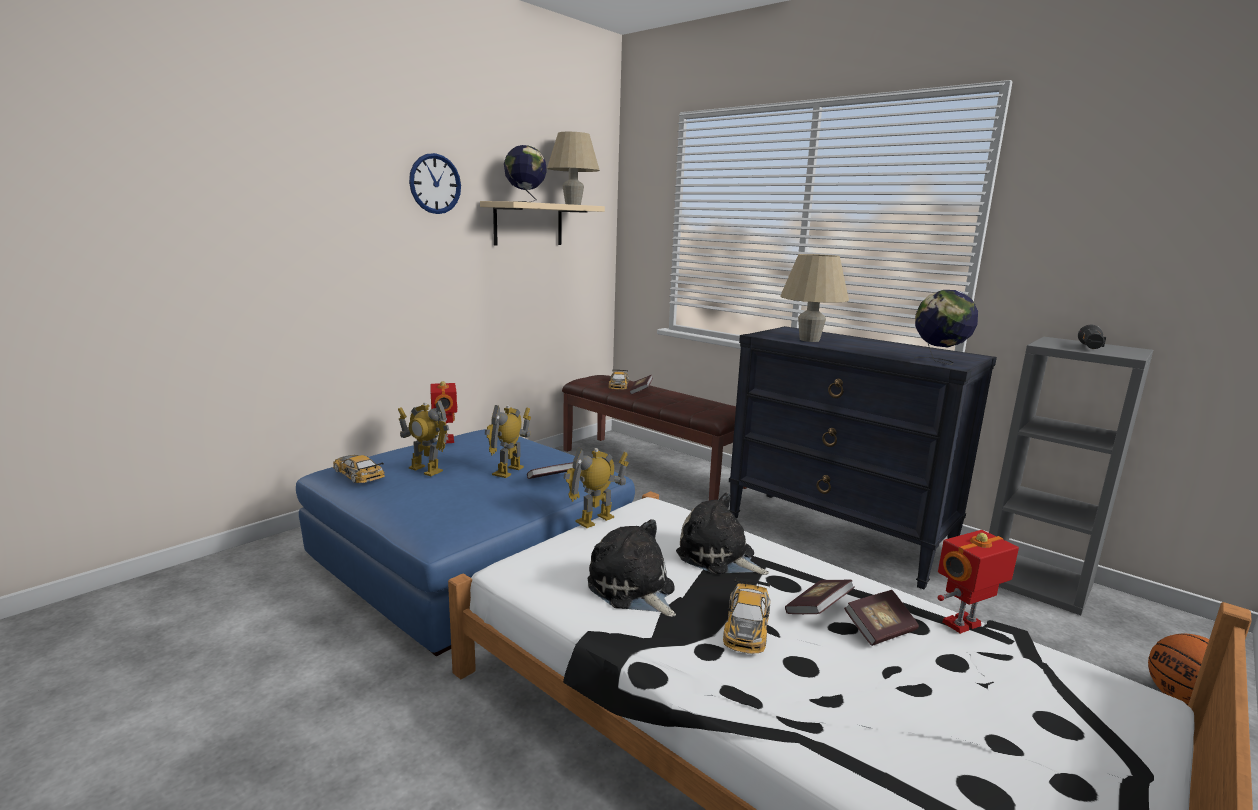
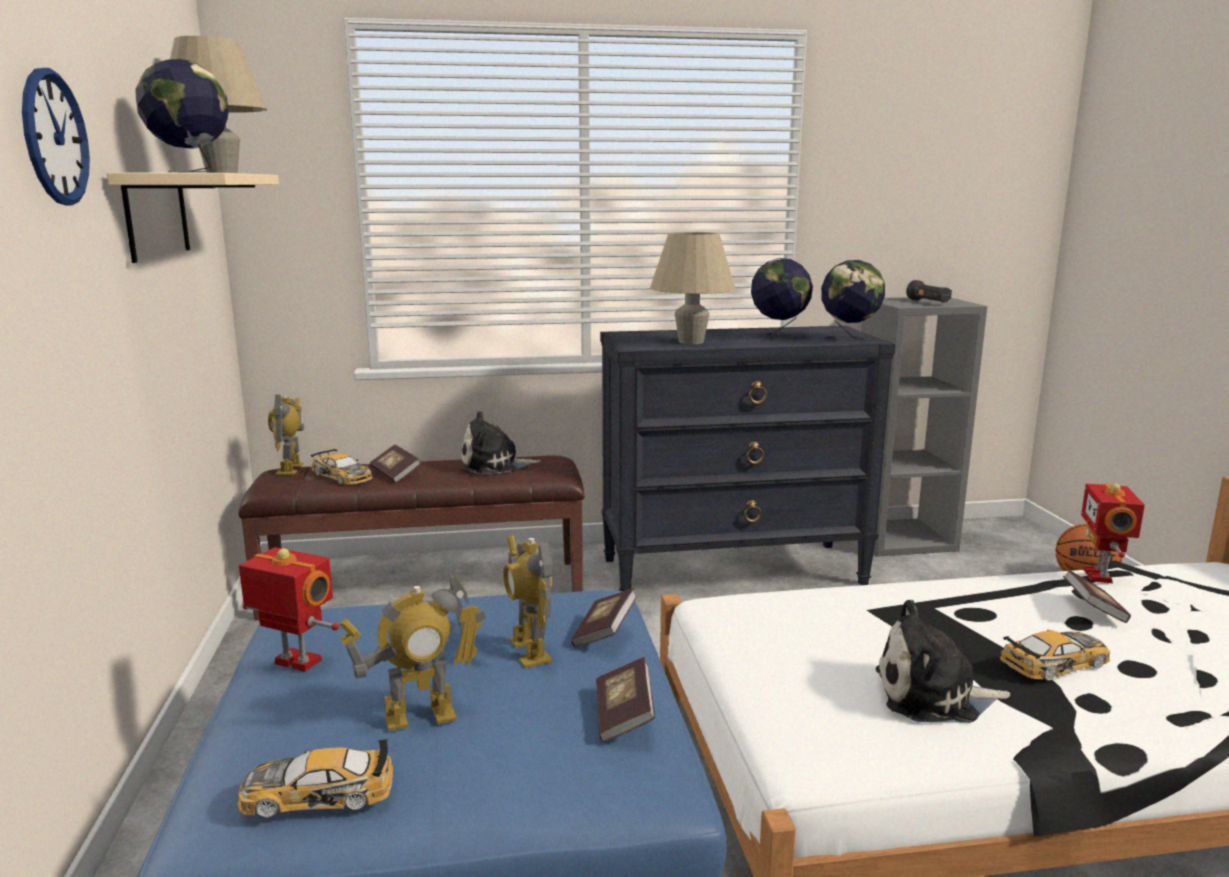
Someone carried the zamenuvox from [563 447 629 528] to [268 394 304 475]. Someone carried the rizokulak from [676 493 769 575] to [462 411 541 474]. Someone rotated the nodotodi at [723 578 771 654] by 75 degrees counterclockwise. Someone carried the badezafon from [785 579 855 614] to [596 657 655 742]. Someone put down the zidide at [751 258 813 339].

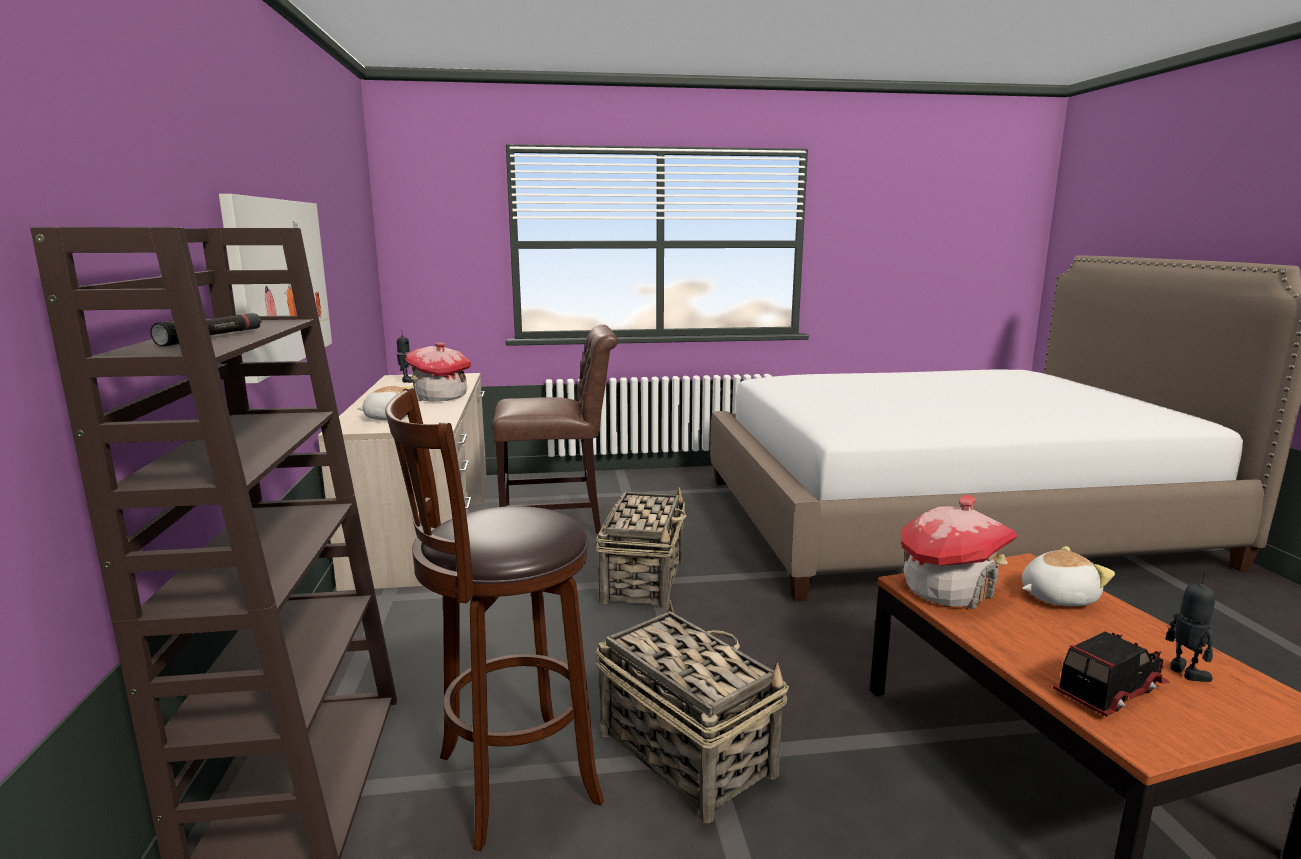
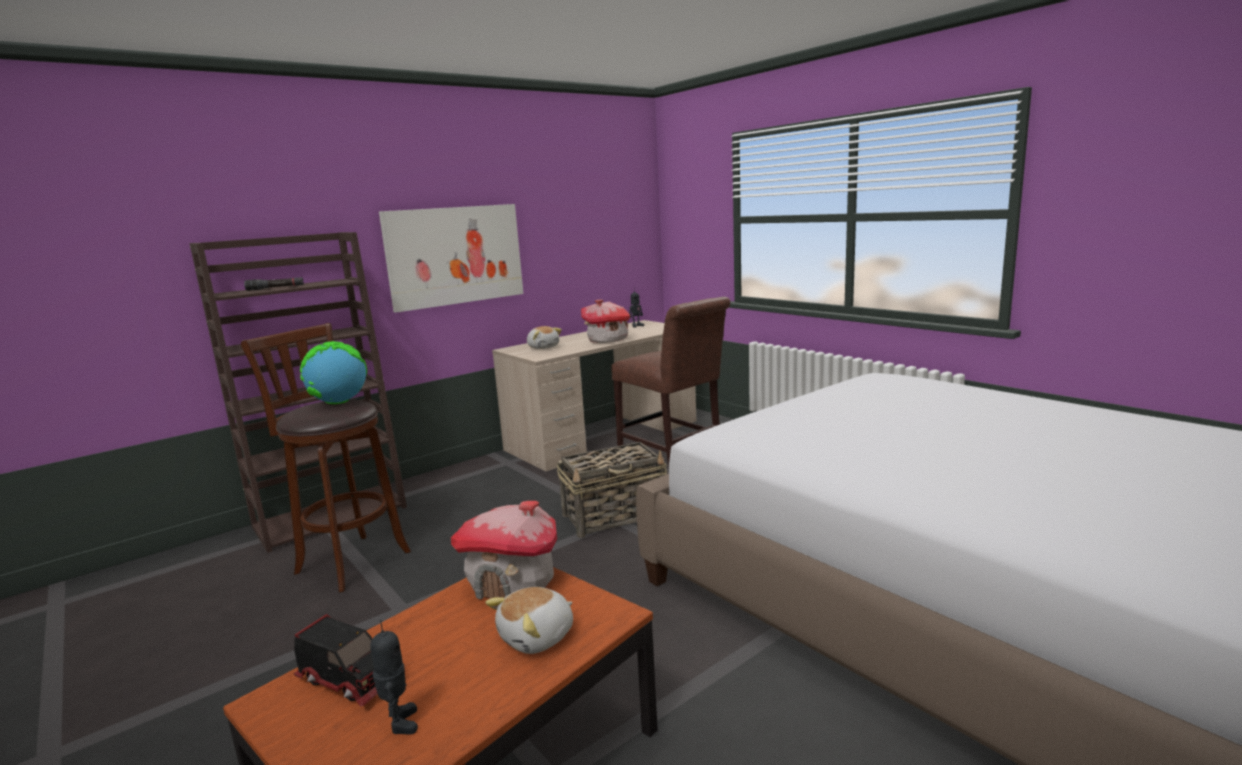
Someone rotated the rizokulak at [1022 546 1115 606] by 90 degrees clockwise. Someone rotated the zamenuvox at [1165 571 1215 682] by 60 degrees counterclockwise. Someone took away the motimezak at [596 600 789 823]. Someone put down the zidide at [300 341 367 404].

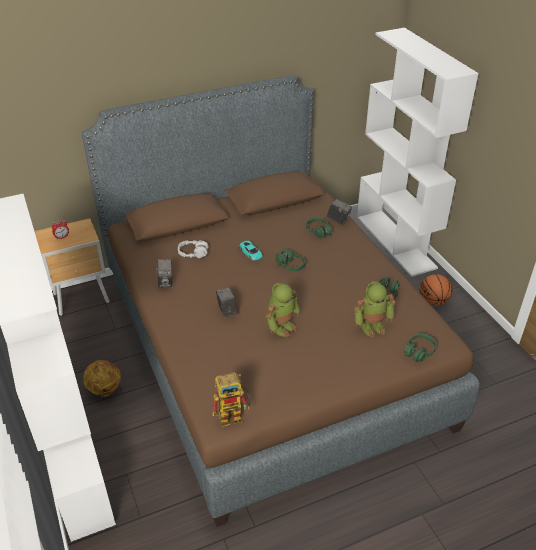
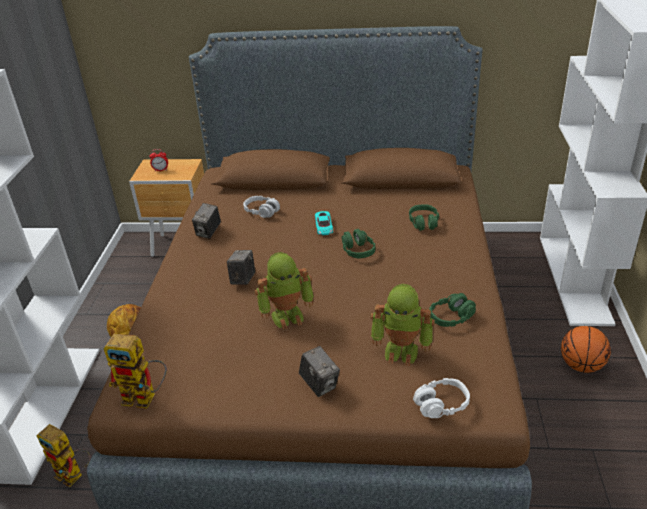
Someone carried the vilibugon from [327 199 352 225] to [299 346 340 397]. Someone repainted the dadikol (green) at [404 333 437 362], which became the dadikol (white) at [413 378 470 418]. Someone put down the zamenuvox at [37 424 90 487].

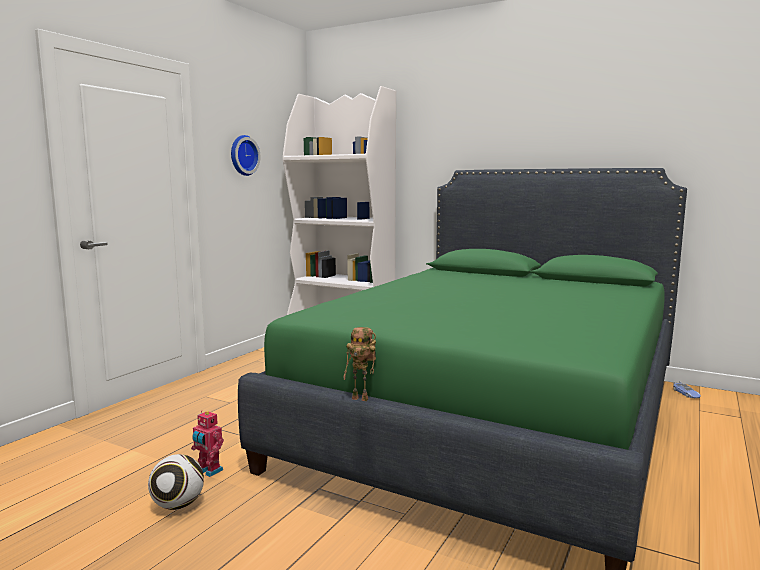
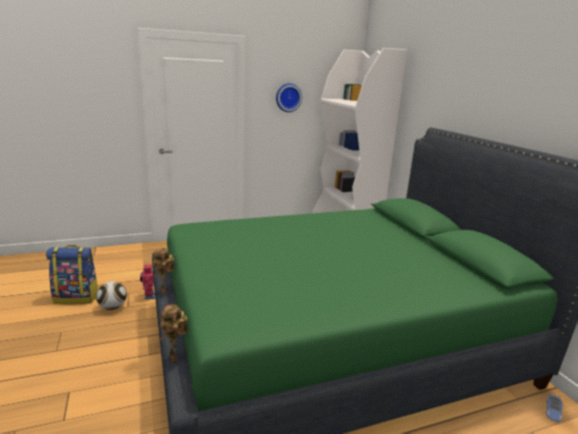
Someone put down the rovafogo at [46 245 98 304]. Someone put down the zamenuvox at [160 304 188 363].

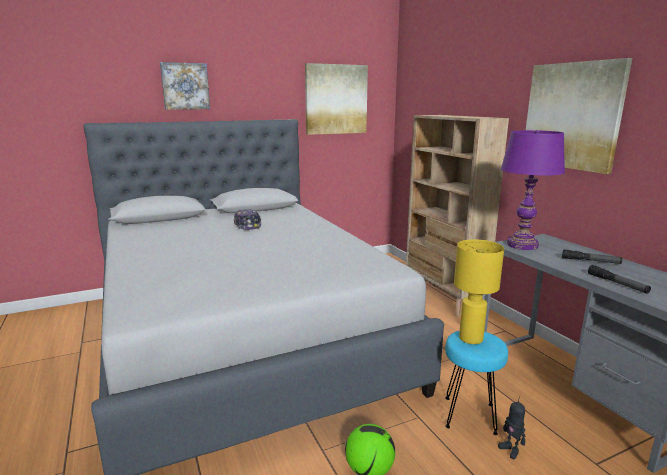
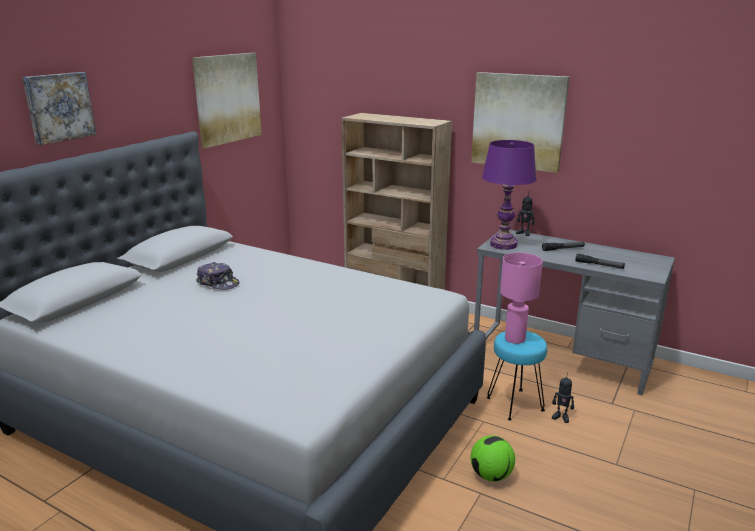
Someone repainted the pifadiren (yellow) at [454 239 504 344], which became the pifadiren (pink) at [500 253 543 344]. Someone put down the zamenuvox at [516 191 534 236].

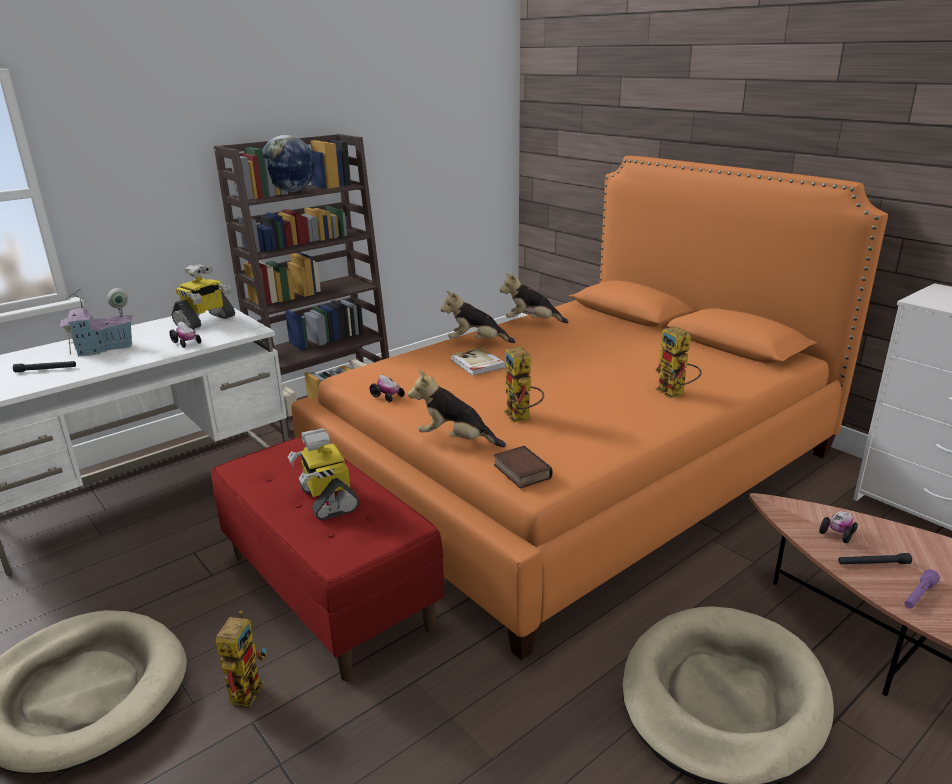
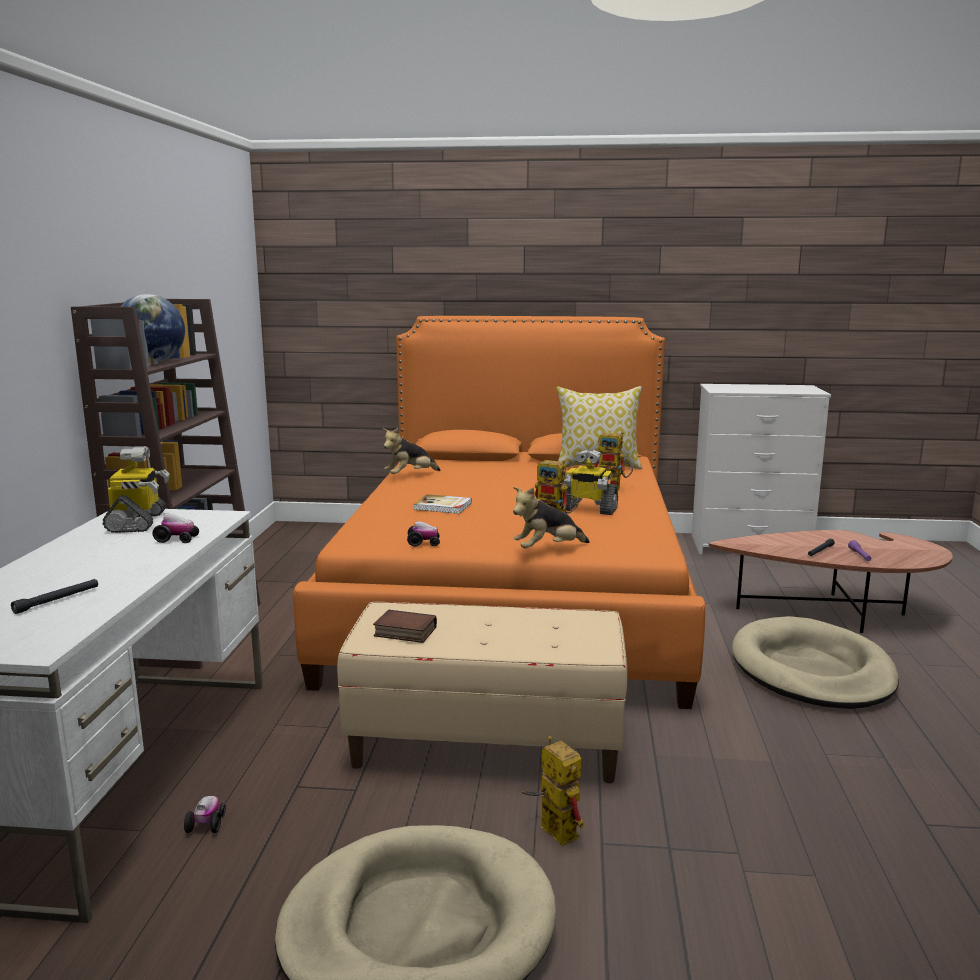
Someone took away the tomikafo at [60 288 134 357]. Someone took away the rizokulak at [441 290 515 343]. Someone carried the zamenuvox from [288 428 359 520] to [561 450 618 515]. Someone repainted the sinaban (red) at [211 437 444 681], which became the sinaban (beige) at [337 602 627 783]. Someone carried the badezafon from [494 446 553 489] to [373 610 437 643]. Someone carried the nodotodi from [819 511 858 543] to [184 796 226 833]. Someone put down the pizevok at [556 386 642 469].

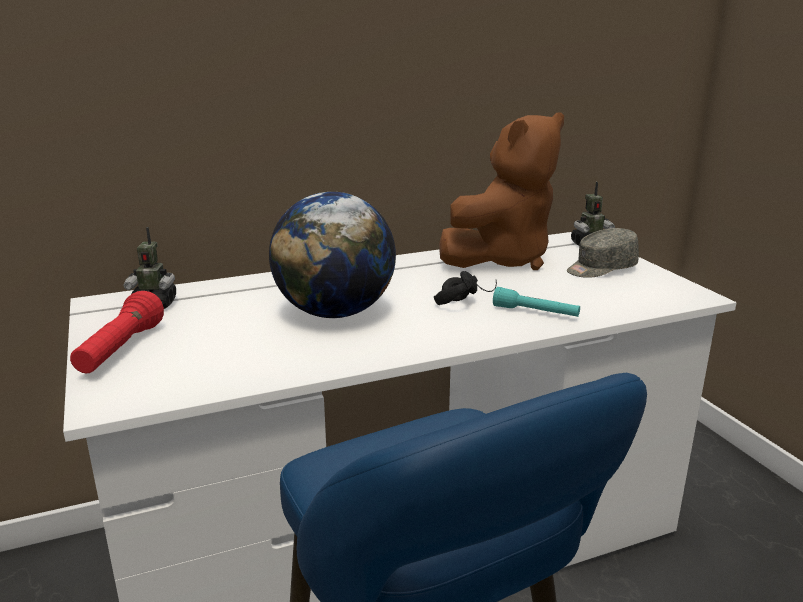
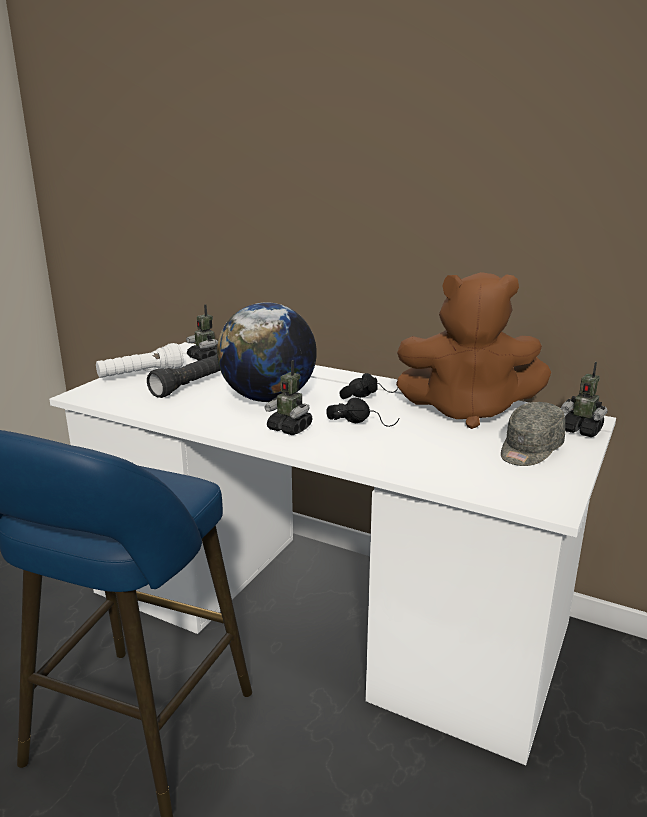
Someone rotated the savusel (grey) at [567 228 639 278] by 75 degrees counterclockwise. Someone took away the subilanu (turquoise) at [493 287 580 317]. Someone repainted the subilanu (red) at [70 291 164 374], which became the subilanu (white) at [96 343 184 378]. Someone put down the subilanu (black) at [147 354 220 398]. Someone put down the zamenuvox at [265 360 312 435]. Someone put down the dadikol (black) at [340 373 398 399].

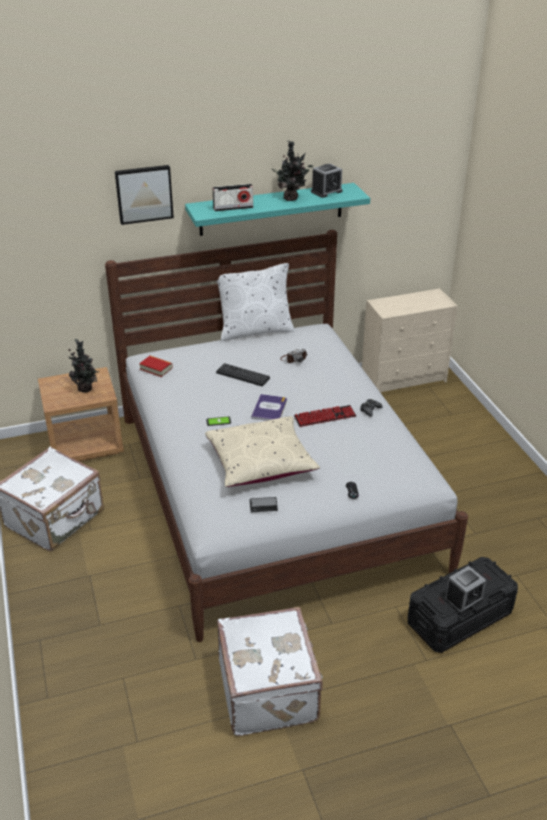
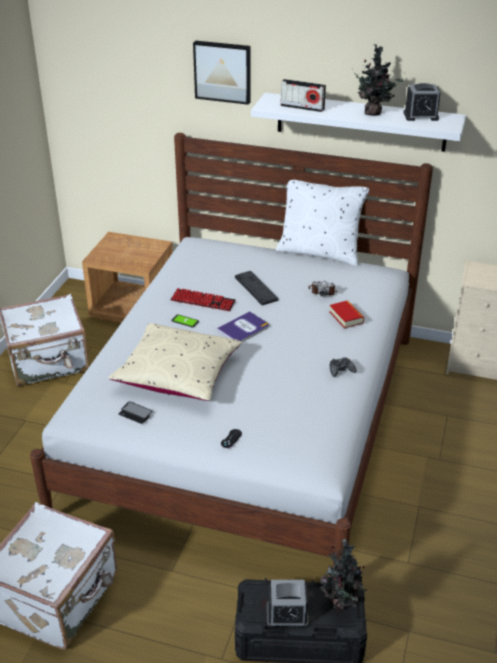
Someone repainted the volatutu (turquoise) at [185 183 370 236], which became the volatutu (white) at [251 93 466 152]. Someone carried the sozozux from [68 339 100 393] to [320 538 367 610]. Someone carried the badezafon from [139 356 173 377] to [329 300 364 329]. Someone carried the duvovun from [294 405 356 427] to [170 288 236 311].

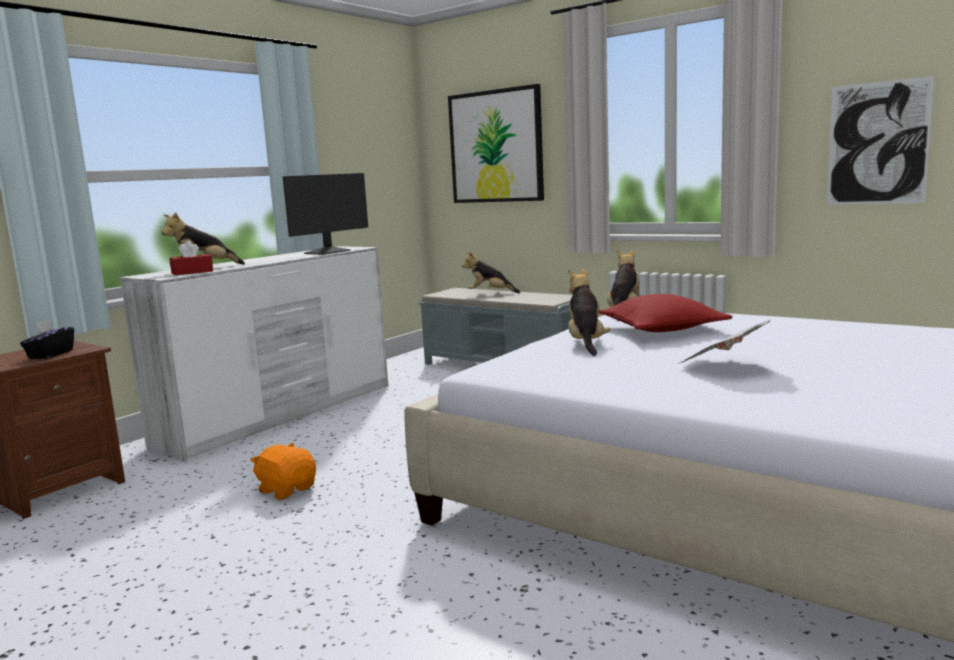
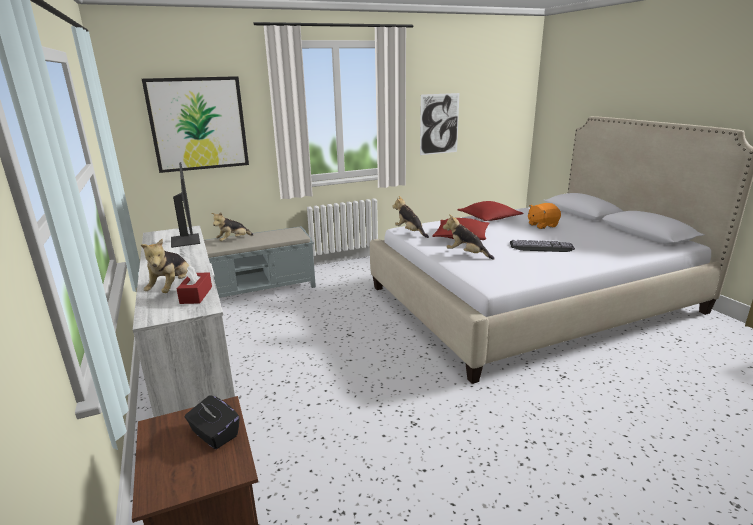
Someone swapped the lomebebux at [677 320 770 364] for the duvovun at [510 240 575 252]. Someone carried the rizokulak (orange) from [250 443 316 500] to [528 203 561 229]. Someone put down the pizevok (red) at [458 201 523 221].

